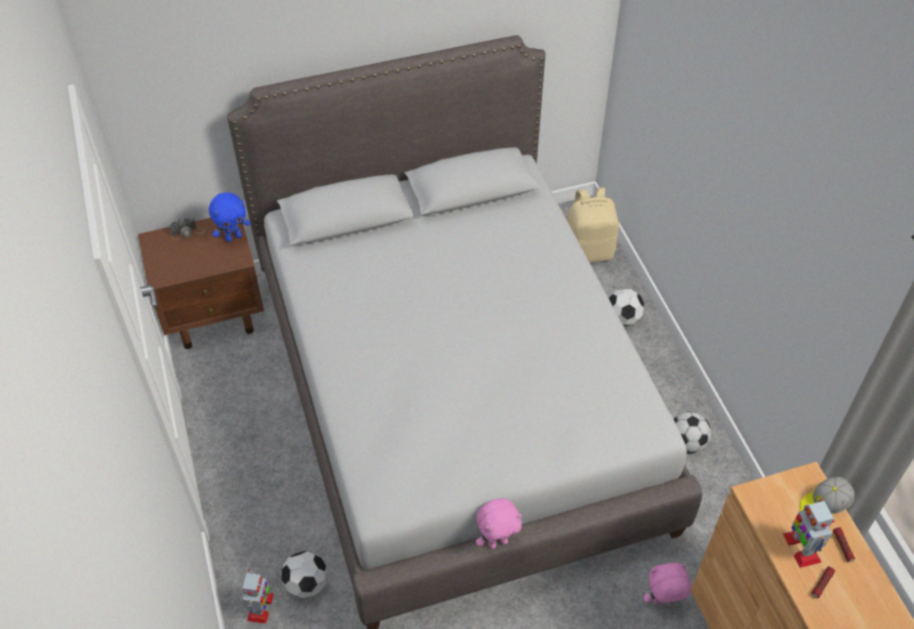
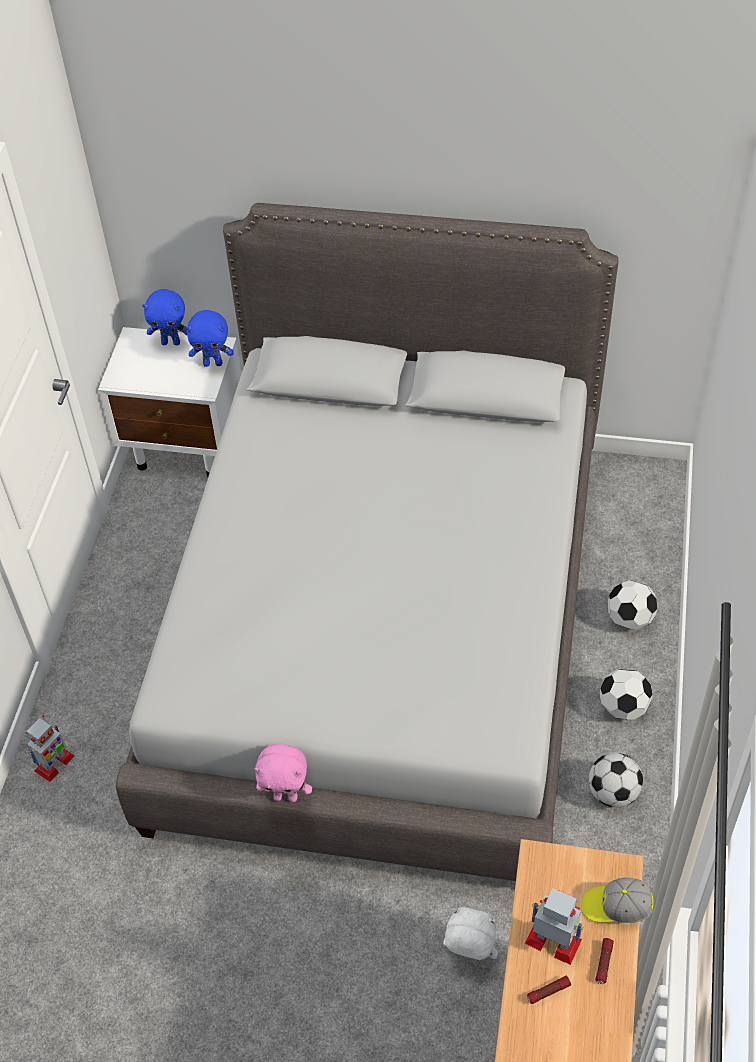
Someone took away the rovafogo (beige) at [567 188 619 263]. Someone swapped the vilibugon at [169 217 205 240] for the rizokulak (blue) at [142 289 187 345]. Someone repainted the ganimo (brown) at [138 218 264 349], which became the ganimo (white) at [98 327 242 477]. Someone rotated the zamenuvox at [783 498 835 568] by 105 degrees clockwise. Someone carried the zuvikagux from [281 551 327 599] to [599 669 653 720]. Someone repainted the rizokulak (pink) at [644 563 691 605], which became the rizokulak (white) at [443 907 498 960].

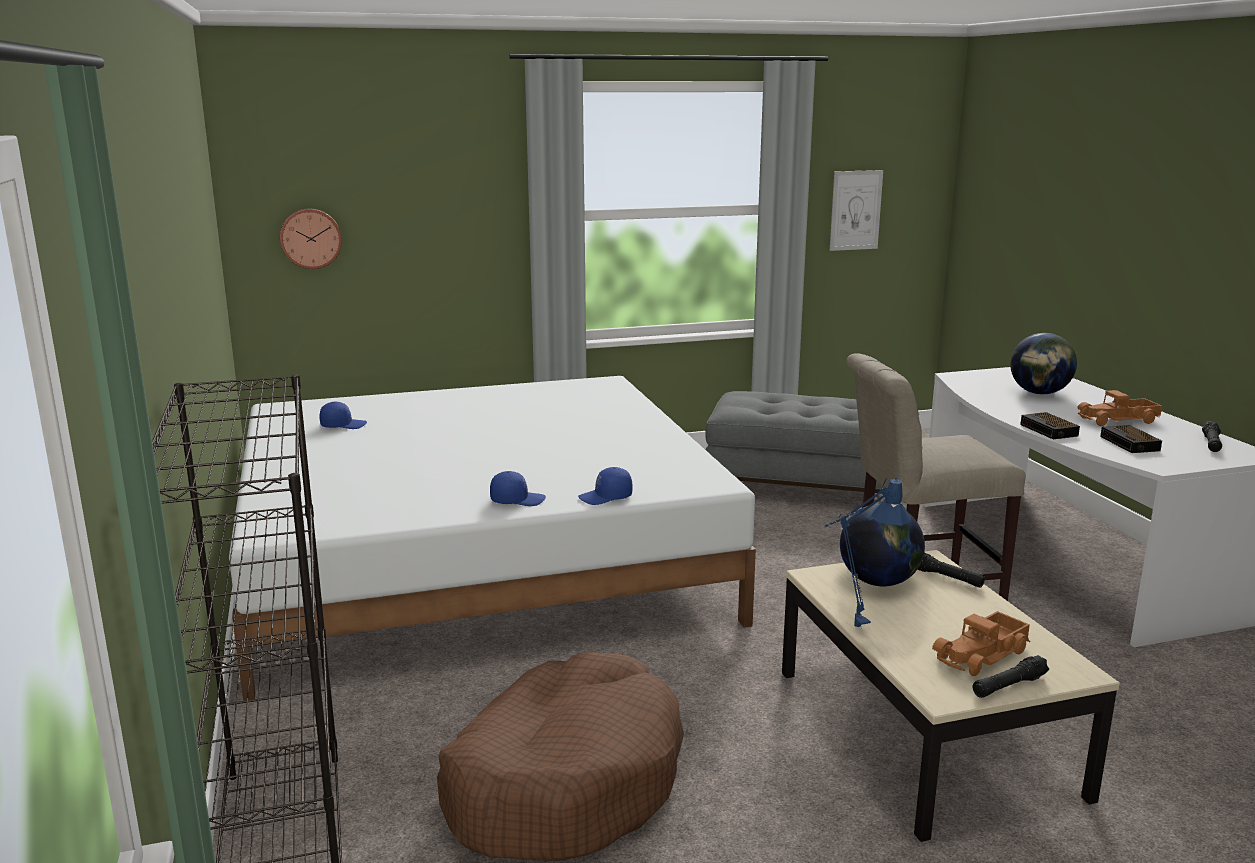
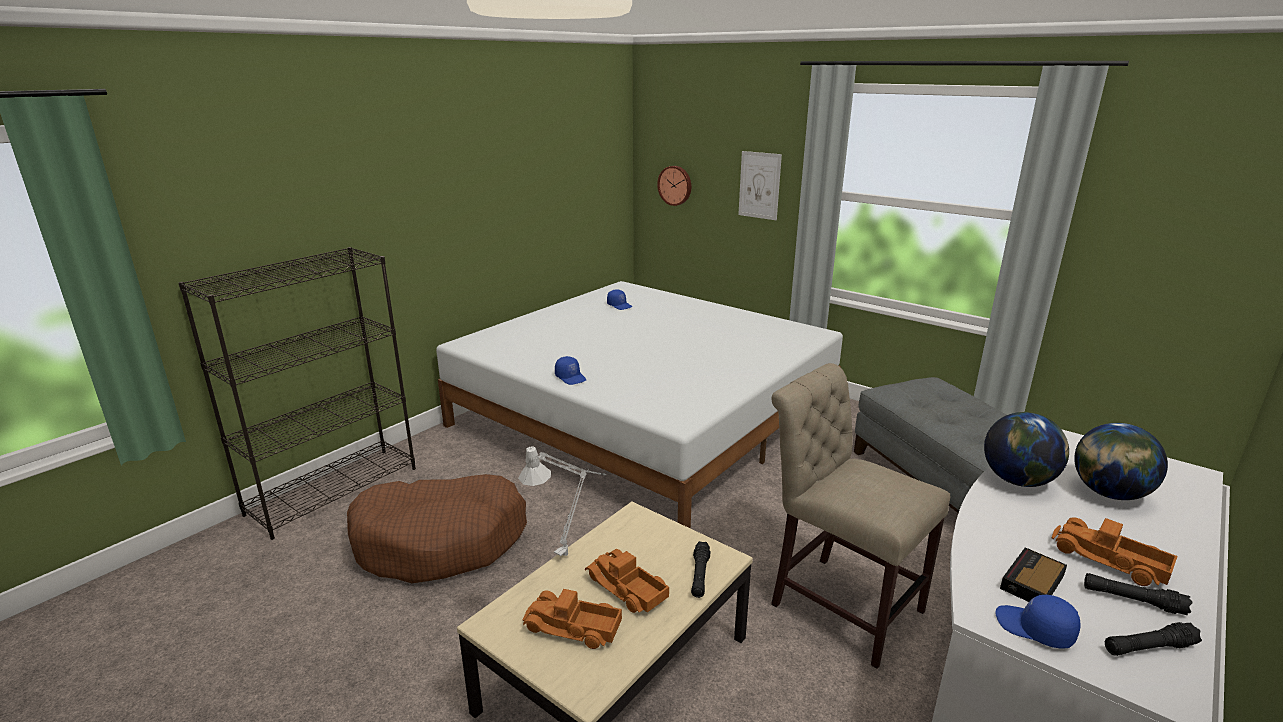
Someone carried the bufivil from [830 170 883 251] to [738 151 782 220]. Someone took away the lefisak at [1020 412 1080 439]. Someone carried the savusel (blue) from [578 467 633 505] to [995 595 1080 649]. Someone repainted the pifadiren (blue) at [825 478 911 629], which became the pifadiren (grey) at [518 446 606 556]. Someone carried the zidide from [840 504 925 586] to [984 412 1069 487]. Someone carried the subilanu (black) from [973 655 1049 698] to [1084 573 1193 616]. Someone put down the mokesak at [585 549 669 613].

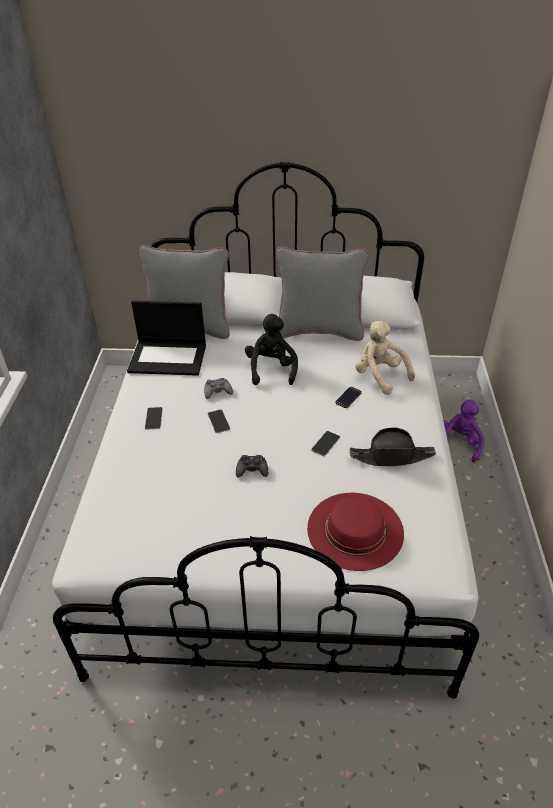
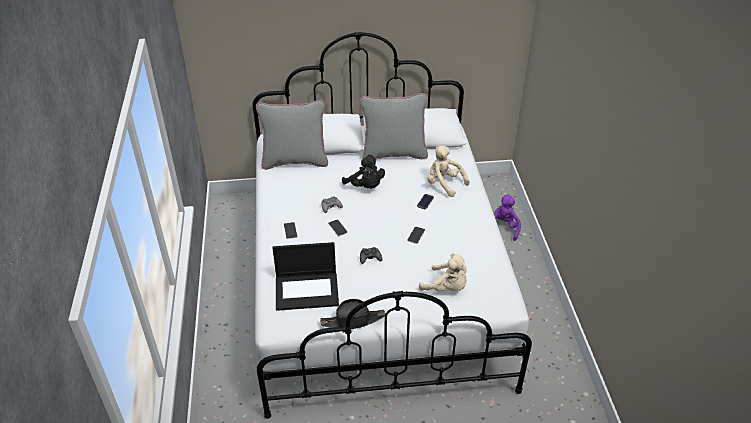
Someone carried the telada from [127 301 206 376] to [273 242 339 311]. Someone rotated the rizokulak (black) at [245 314 298 385] by 150 degrees clockwise. Someone carried the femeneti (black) from [350 427 436 466] to [320 299 385 329]. Someone swapped the femeneti (red) at [307 493 404 571] for the rizokulak (beige) at [419 253 467 291].

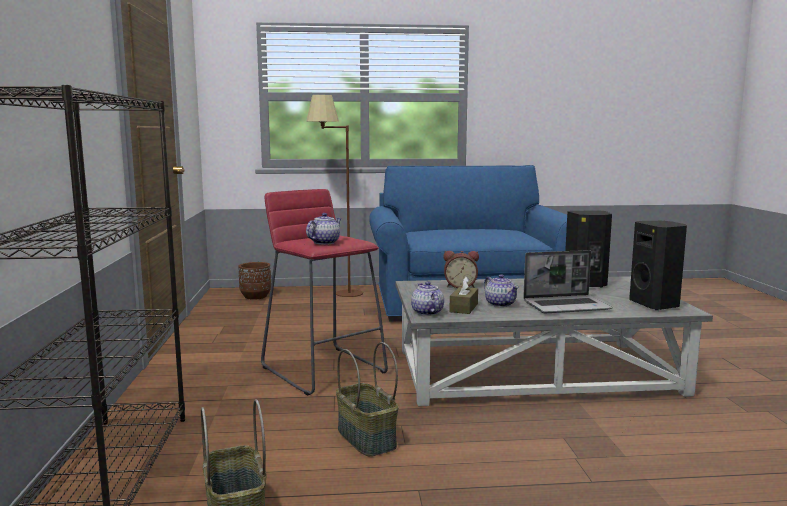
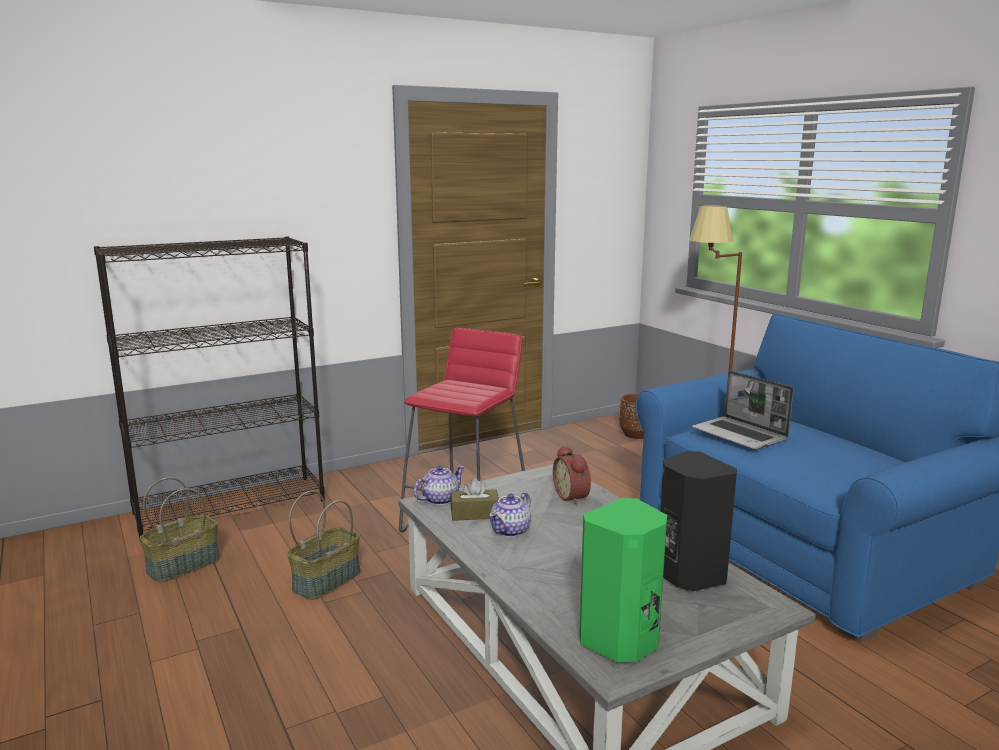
Someone took away the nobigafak at [306 213 342 245]. Someone repainted the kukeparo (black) at [629 221 687 310], which became the kukeparo (green) at [579 498 667 663]. Someone carried the telada from [523 250 612 313] to [692 370 794 450].

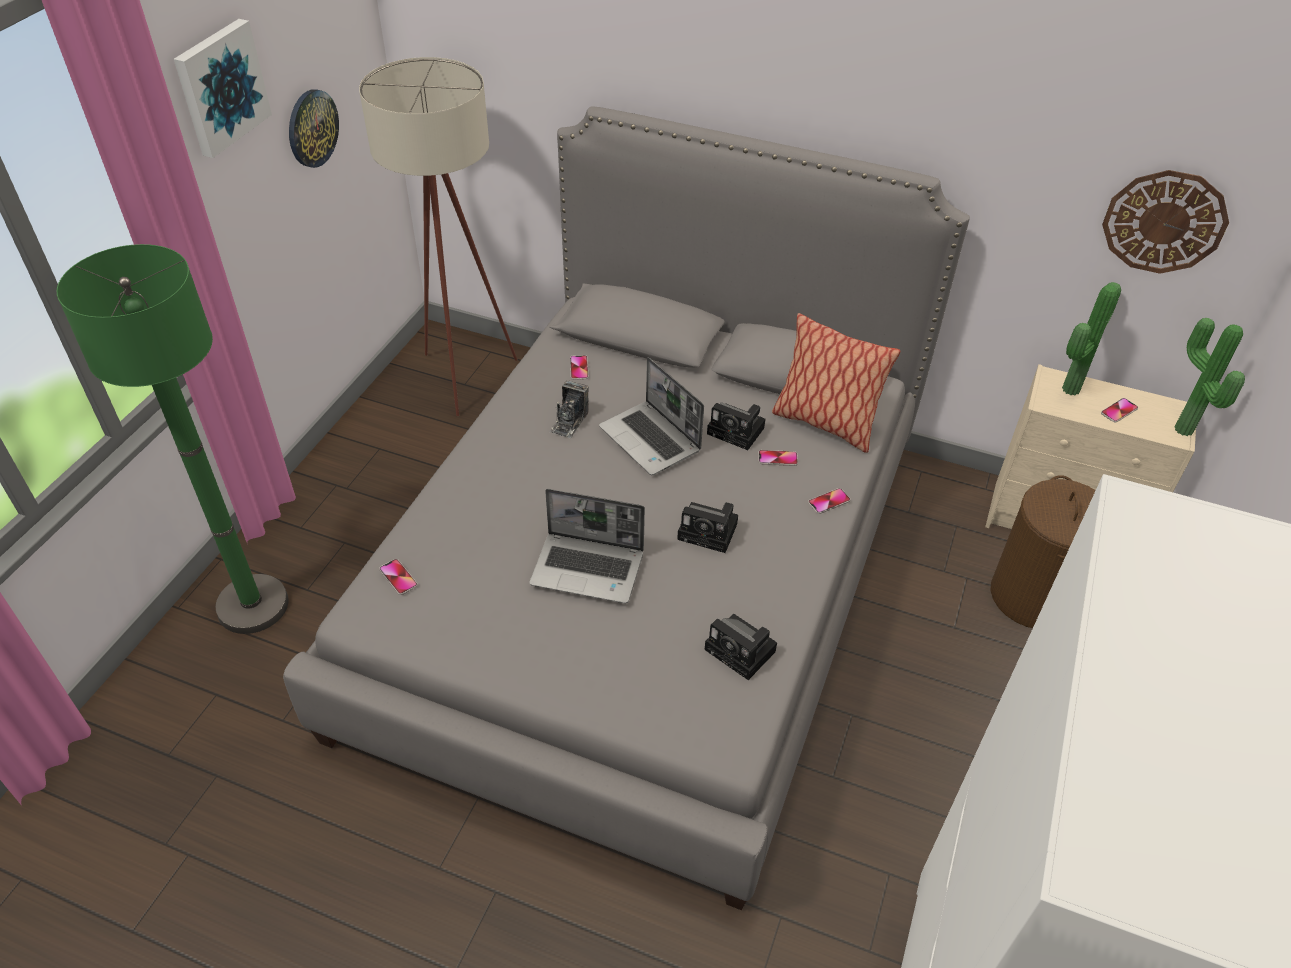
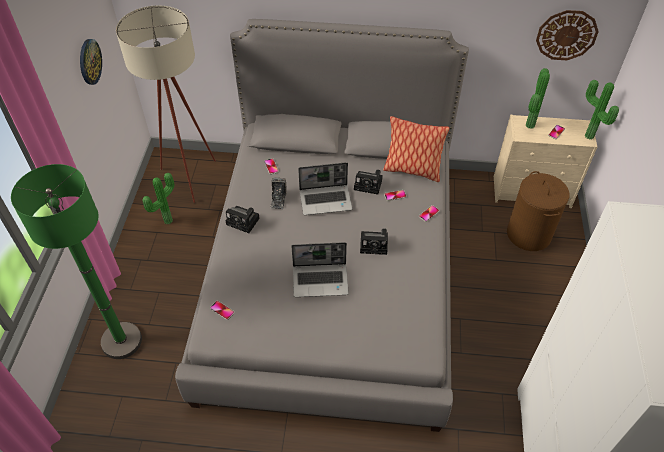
Someone took away the bufivil at [174 19 272 158]. Someone rotated the telada at [599 357 704 475] by 45 degrees counterclockwise. Someone carried the vilibugon from [705 614 777 680] to [225 206 260 233]. Someone put down the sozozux at [142 173 174 224].

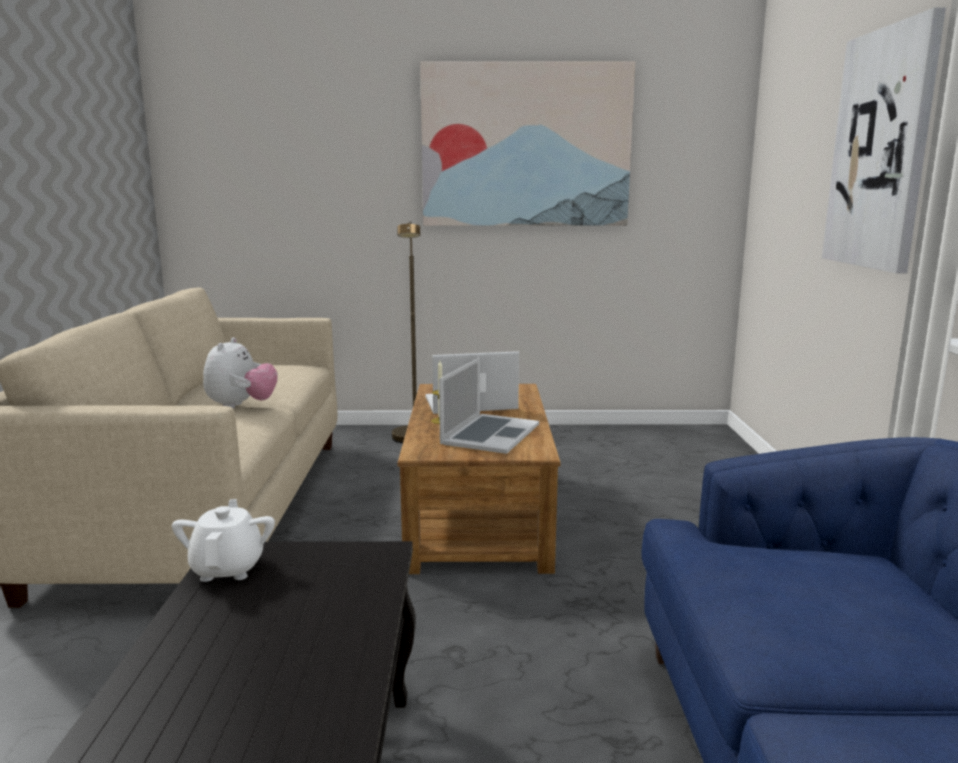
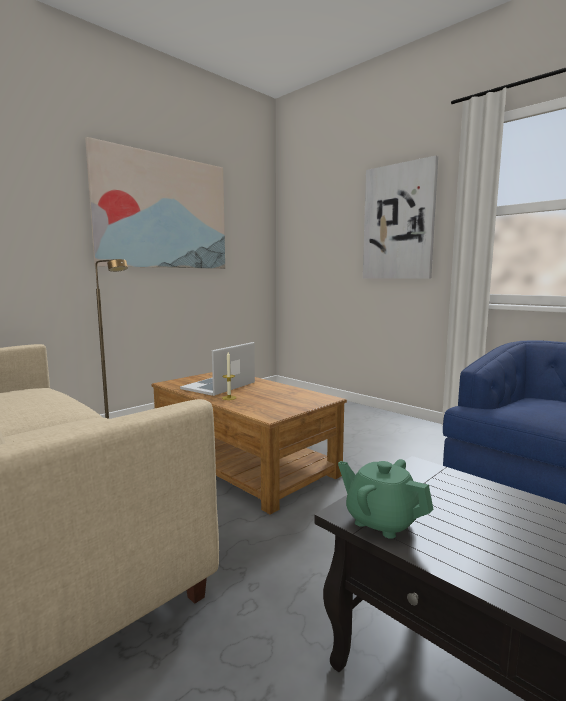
Someone took away the rizokulak at [203 337 278 408]. Someone took away the telada at [439 358 539 454]. Someone repainted the nobigafak (white) at [172 499 275 582], which became the nobigafak (green) at [338 459 434 539].

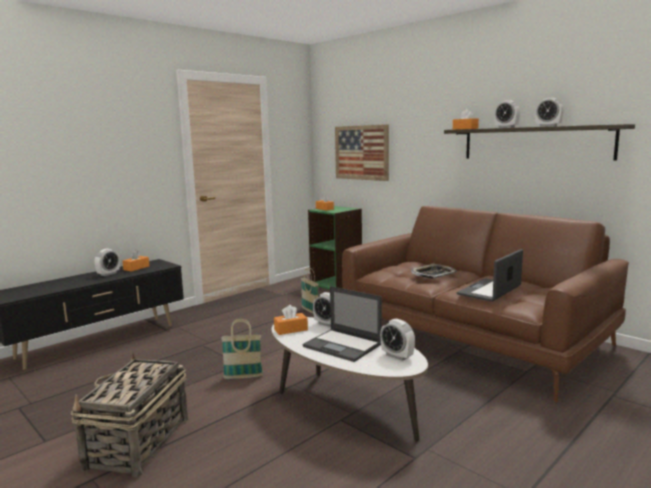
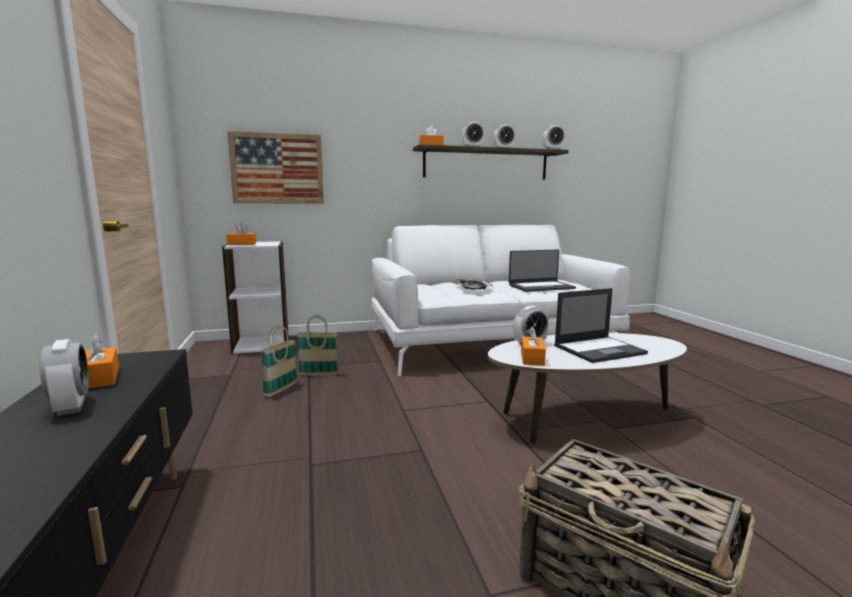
Someone repainted the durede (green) at [308 206 362 290], which became the durede (white) at [222 241 289 354]. Someone repainted the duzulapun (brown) at [342 206 629 402], which became the duzulapun (white) at [372 225 630 376]. Someone rotated the telada at [457 249 523 302] by 90 degrees counterclockwise. Someone carried the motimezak from [221 319 263 379] to [261 326 297 397]. Someone carried the lefisak from [380 319 415 361] to [543 125 565 150].

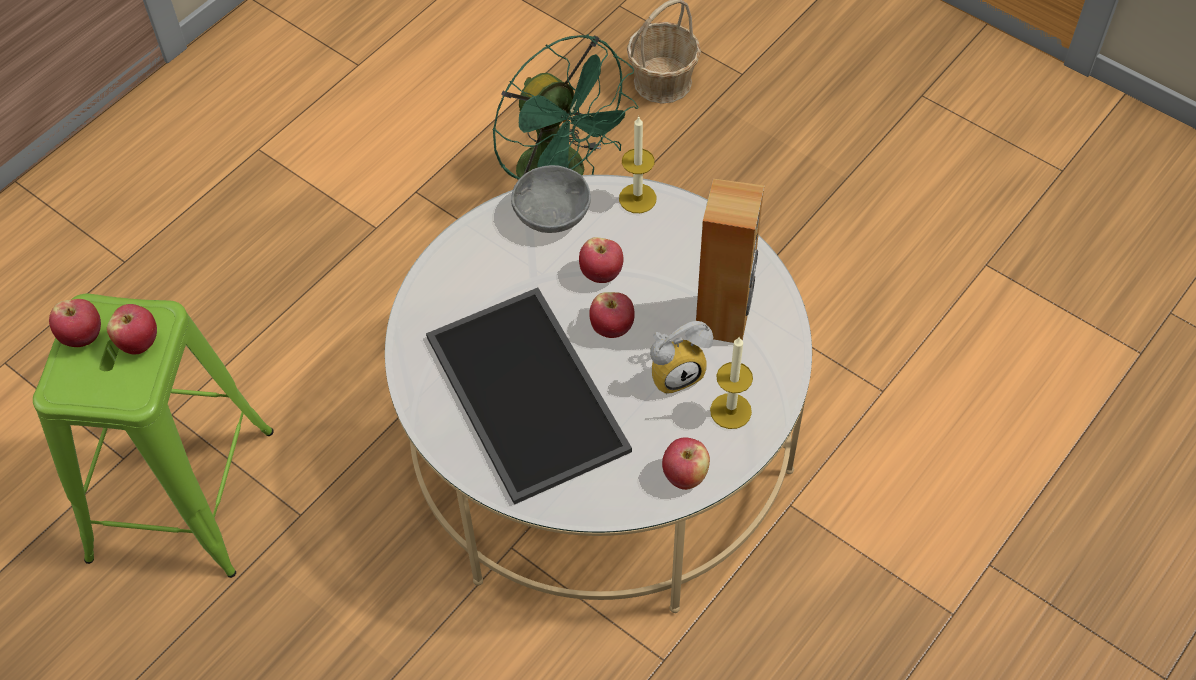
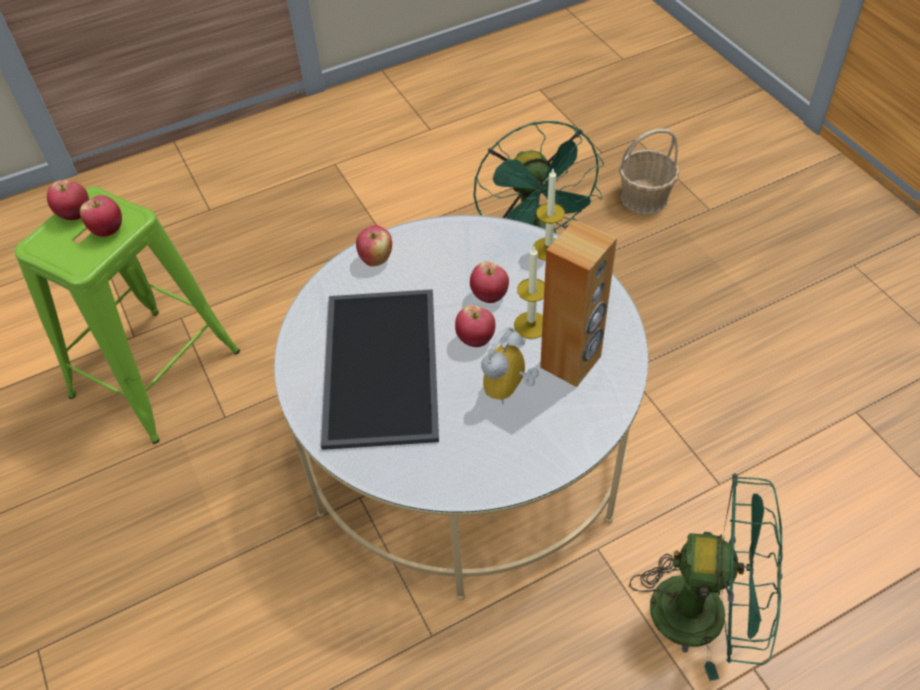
Someone took away the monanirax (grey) at [511 165 591 233]. Someone rotated the lefisak at [650 321 713 394] by 120 degrees clockwise. Someone carried the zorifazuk from [710 337 753 429] to [514 247 545 339]. Someone carried the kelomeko from [662 437 710 490] to [356 225 392 267]. Someone put down the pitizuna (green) at [630 474 782 681].

